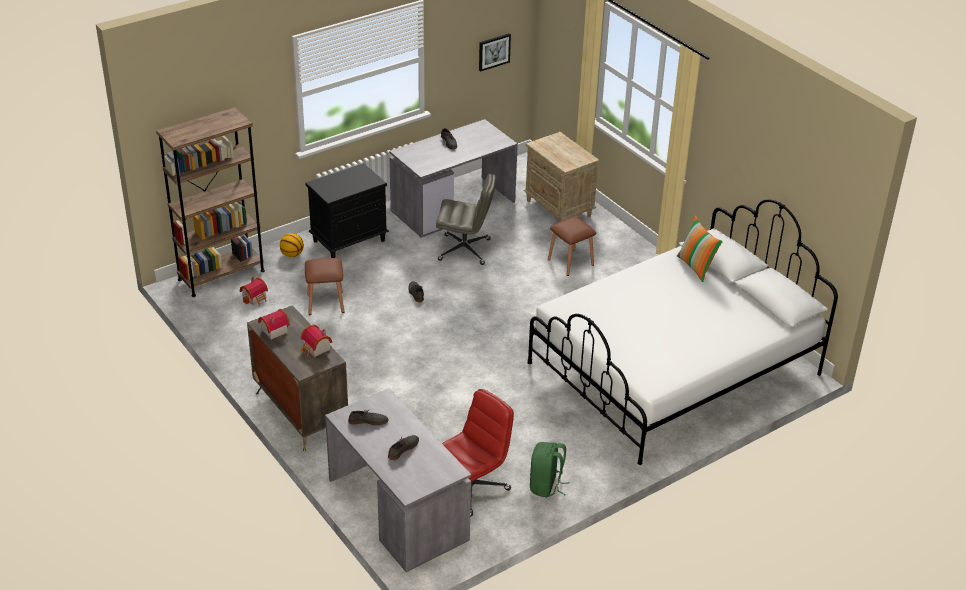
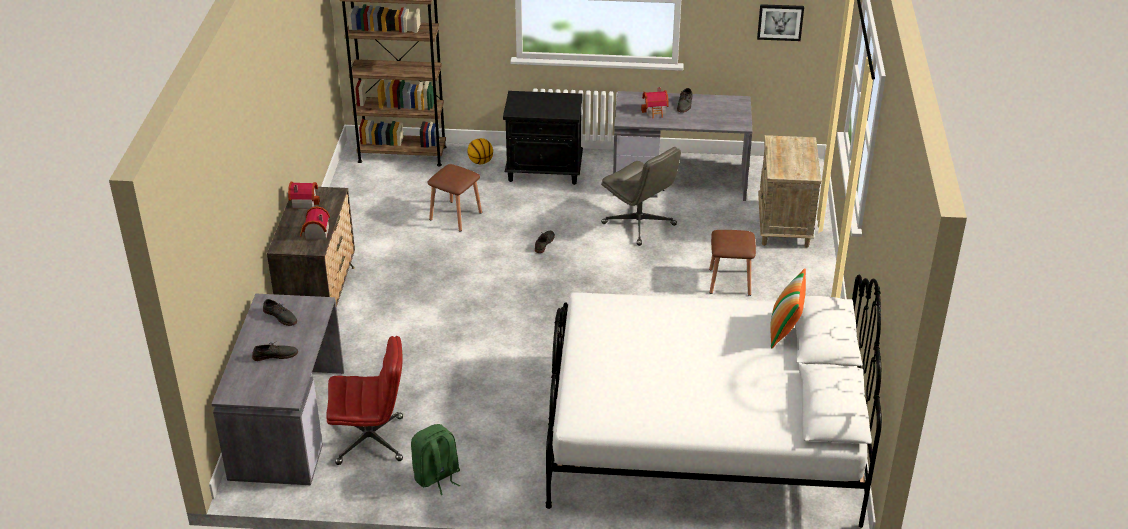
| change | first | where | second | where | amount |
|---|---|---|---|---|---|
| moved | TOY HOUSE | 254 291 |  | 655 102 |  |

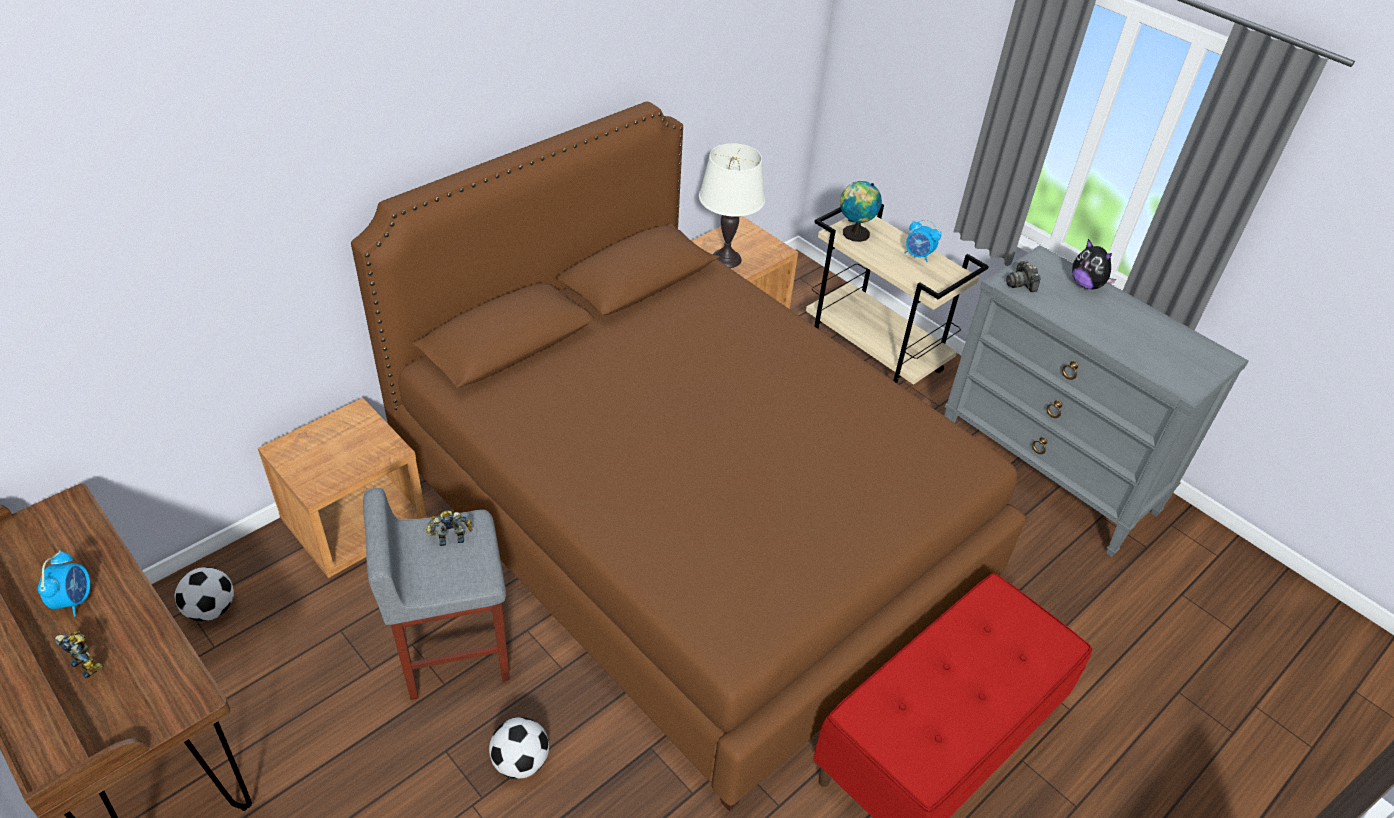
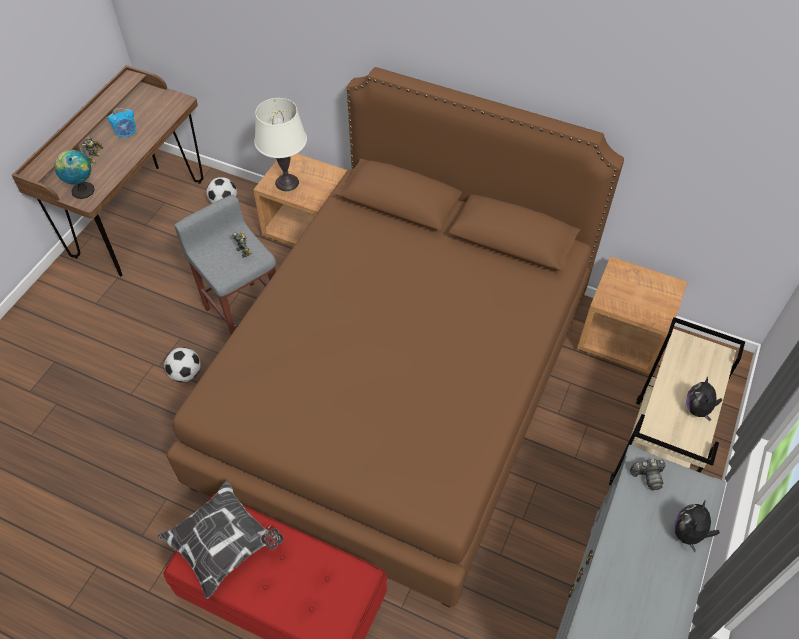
| change | first | where | second | where | amount |
|---|---|---|---|---|---|
| moved | WHITE TABLE LAMP | 732 205 |  | 280 144 |  |
| moved | GLOBE | 861 211 |  | 75 174 |  |
| replaced | ALARM CLOCK | 923 241 | PLUSH TOY | 704 399 |  |
| turned | PHOTO CAMERA | 1023 276 |  | 647 474 | 150 degrees counterclockwise |
| added |  |  | PILLOW | 220 540 |  |

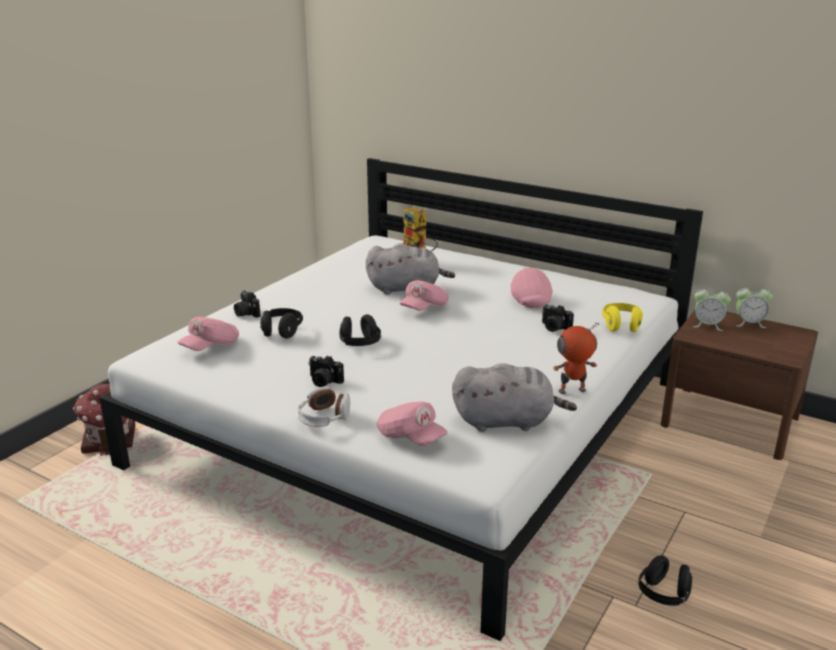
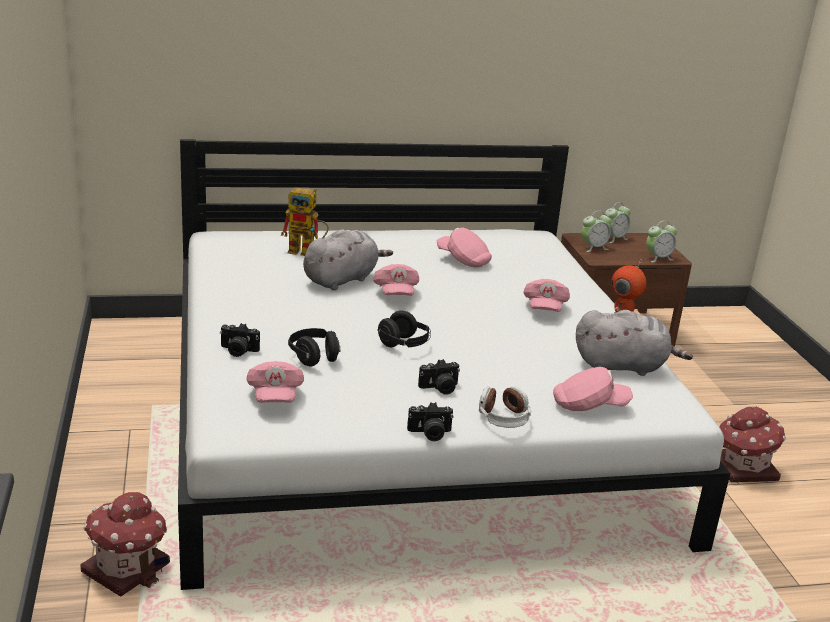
| change | first | where | second | where | amount |
|---|---|---|---|---|---|
| removed | YELLOW HEADPHONES | 622 317 |  |  |  |
| moved | PHOTO CAMERA | 558 318 |  | 430 421 |  |
| turned | GREY PLUSH TOY | 514 397 |  | 634 343 | 45 degrees clockwise |
| replaced | BLACK HEADPHONES | 665 580 | TOY HOUSE | 752 444 |  |
| added |  |  | ALARM CLOCK | 661 241 |  |
| added |  |  | PINK CAP | 546 295 |  |

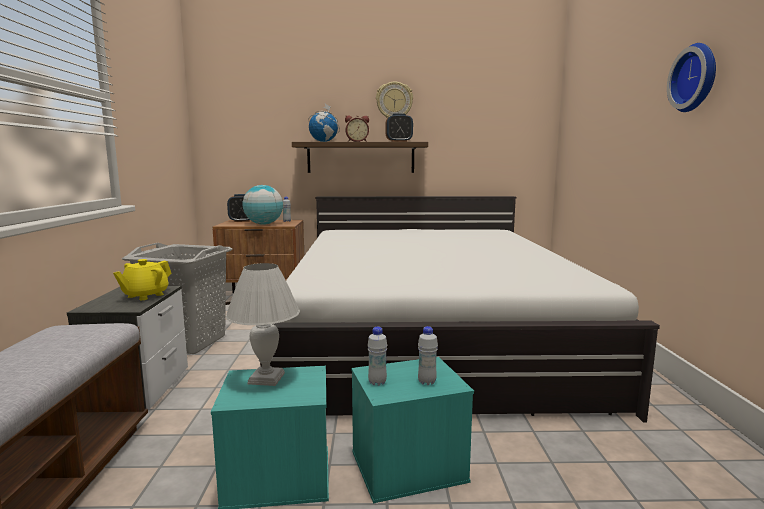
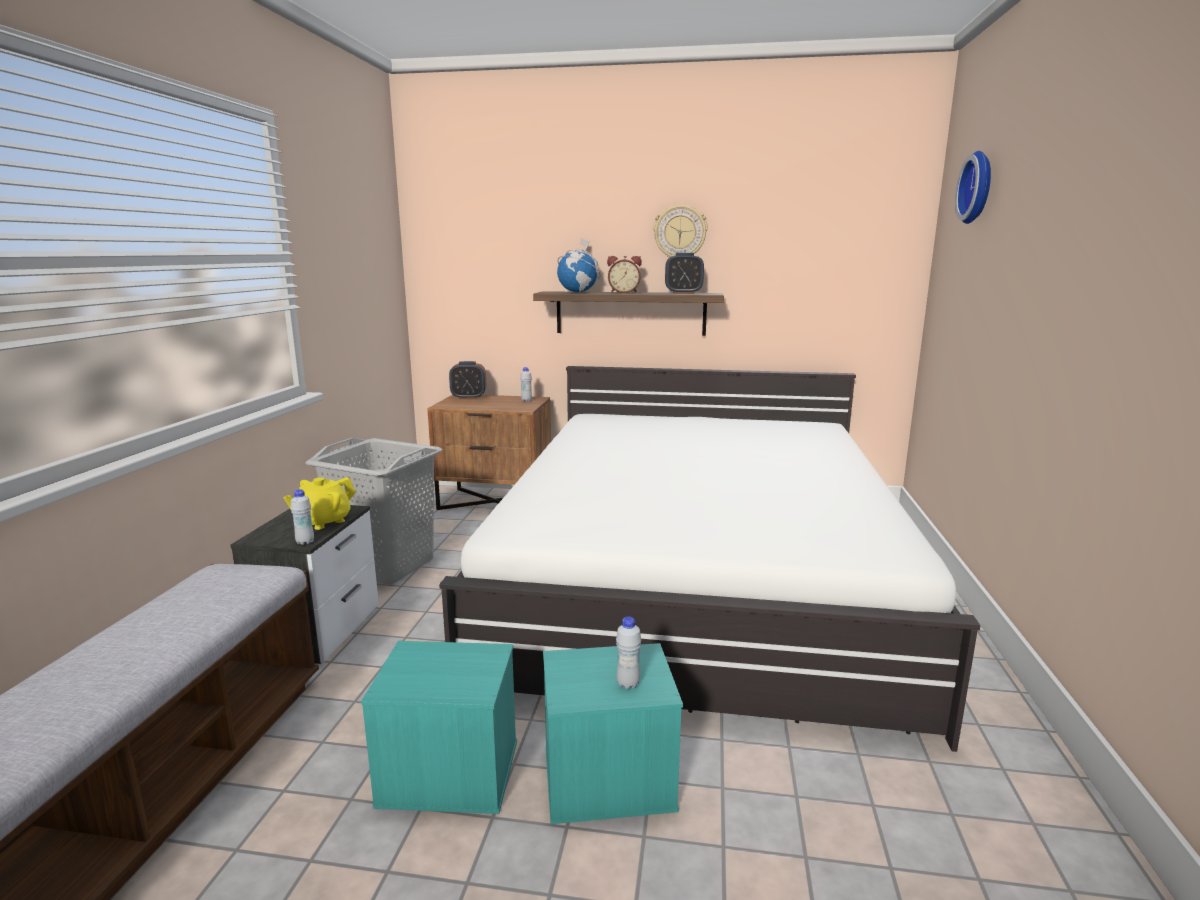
| change | first | where | second | where | amount |
|---|---|---|---|---|---|
| moved | WALL CLOCK | 691 77 |  | 973 187 |  |
| removed | GLOBE | 262 205 |  |  |  |
| removed | WHITE TABLE LAMP | 263 324 |  |  |  |
| moved | WHITE BOTTLE | 377 356 |  | 302 517 |  |

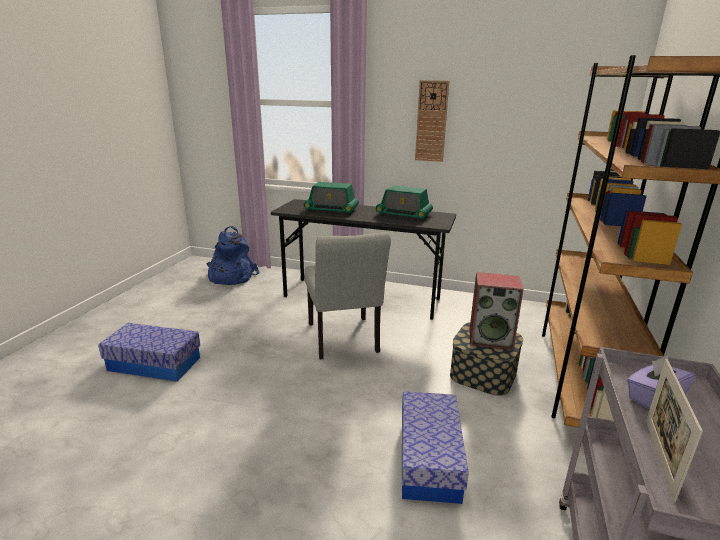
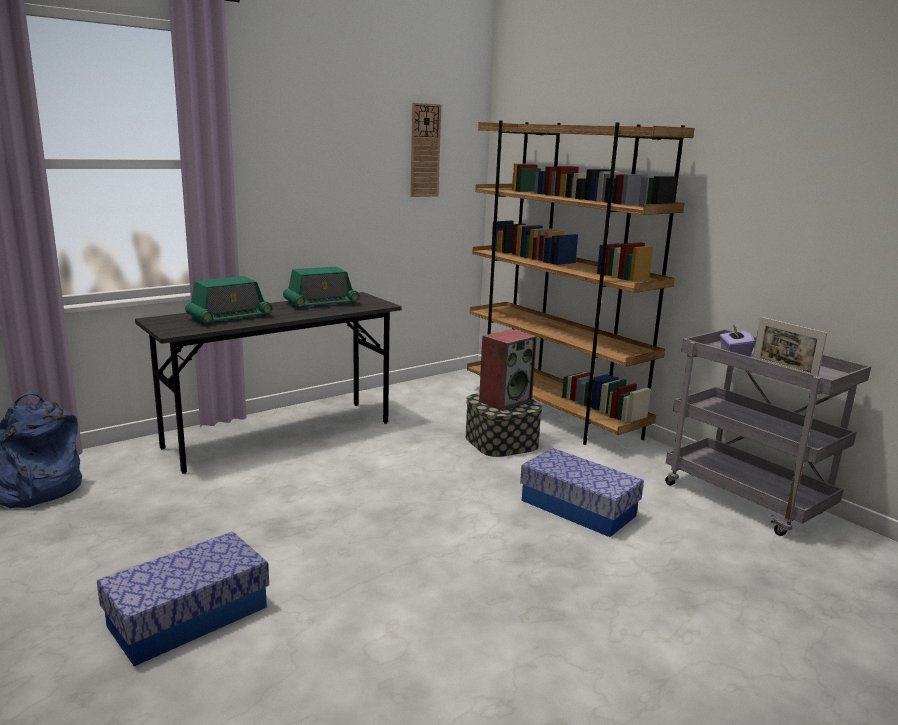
| change | first | where | second | where | amount |
|---|---|---|---|---|---|
| moved | WALL CLOCK | 432 121 |  | 425 150 |  |
| removed | GREY CHAIR | 347 295 |  |  |  |

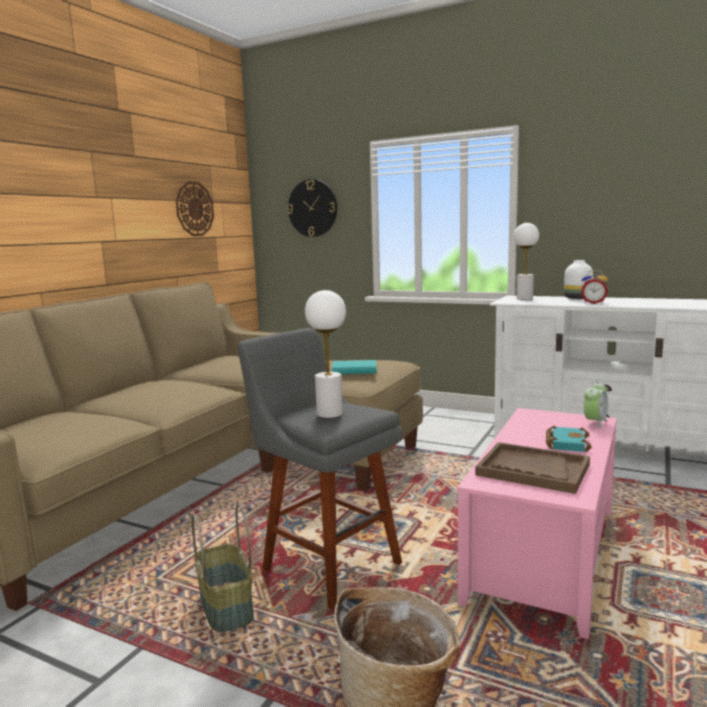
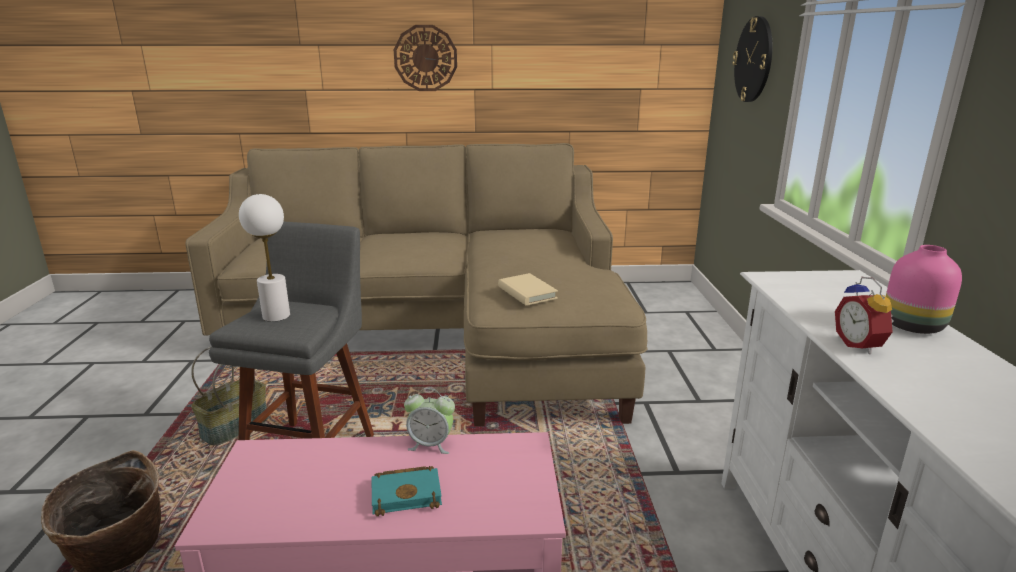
| change | first | where | second | where | amount |
|---|---|---|---|---|---|
| moved | WALL CLOCK | 195 208 |  | 425 58 |  |
| removed | WHITE TABLE LAMP | 526 261 |  |  |  |
| recoloured | WHITE VASE | 578 279 | PINK VASE | 924 289 |  |
| recoloured | TURQUOISE BOOK | 354 367 | BEIGE BOOK | 528 289 |  |
| moved | ALARM CLOCK | 596 404 |  | 429 421 |  |
| removed | BROWN TRAY | 532 468 |  |  |  |

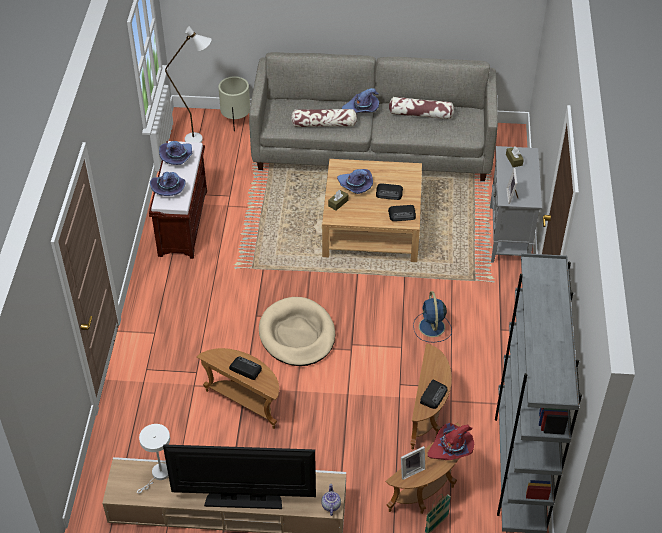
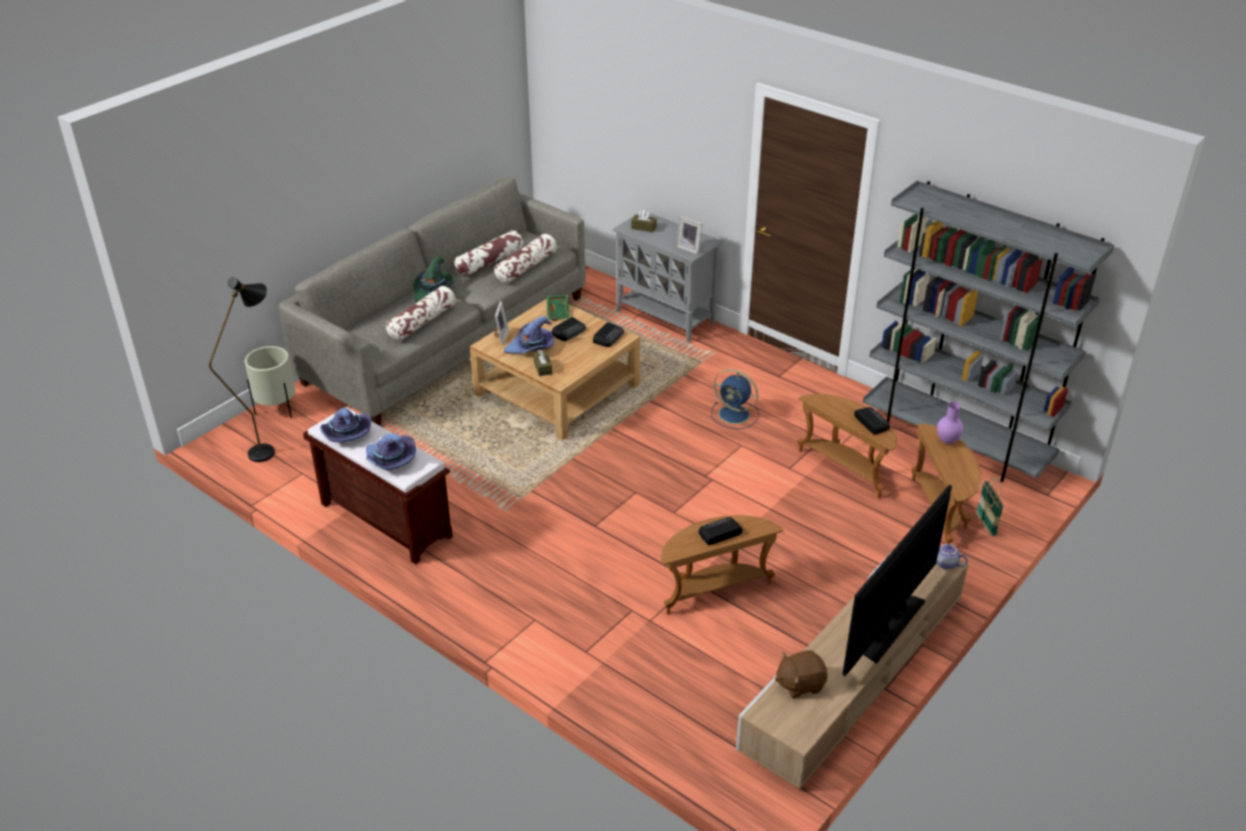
| change | first | where | second | where | amount |
|---|---|---|---|---|---|
| recoloured | WHITE FLOOR LAMP | 188 84 | BLACK FLOOR LAMP | 242 369 |  |
| recoloured | PURPLE HAT | 360 100 | GREEN HAT | 434 279 |  |
| removed | BEIGE DOG BED | 297 331 |  |  |  |
| replaced | RED HAT | 451 441 | PURPLE VASE | 950 423 |  |
| replaced | WHITE TABLE LAMP | 153 458 | BROWN PLUSH TOY | 801 674 |  |
| moved | PICTURE FRAME | 413 463 |  | 502 323 |  |
| added |  |  | PILLOW | 525 258 |  |
| added |  |  | GREEN TRAY | 558 308 |  |

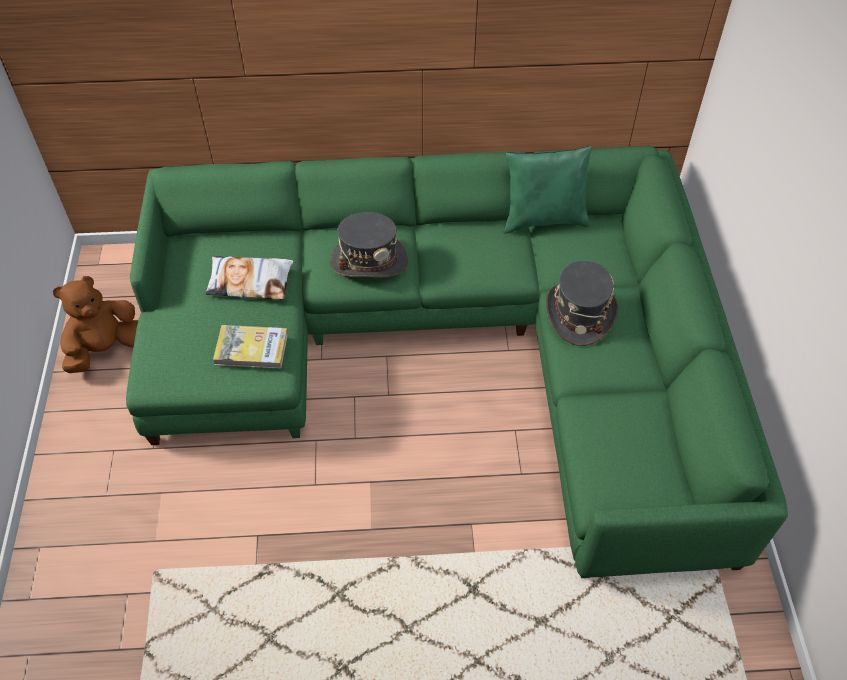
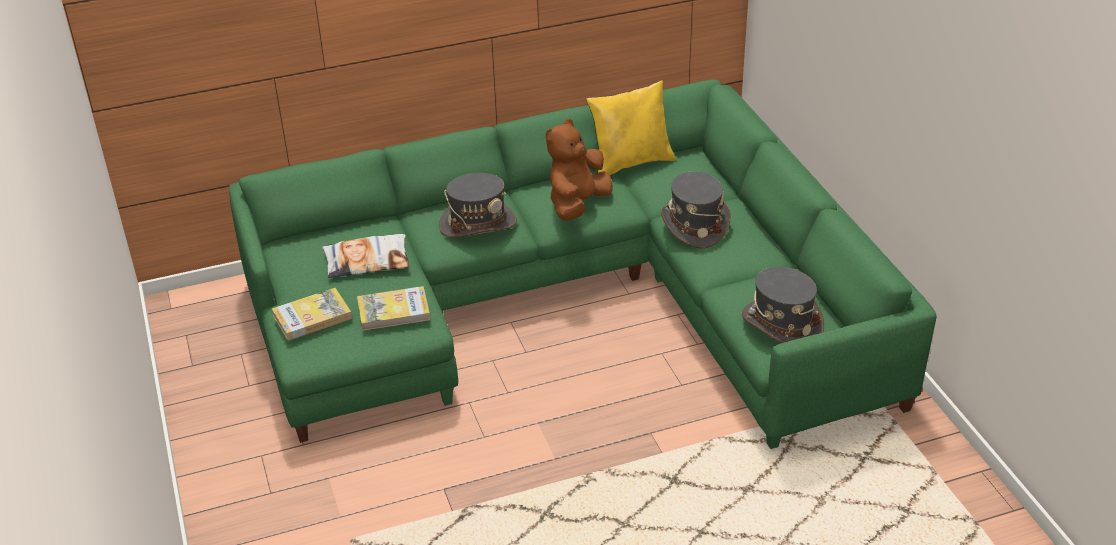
| change | first | where | second | where | amount |
|---|---|---|---|---|---|
| recoloured | GREEN PILLOW | 548 190 | YELLOW PILLOW | 631 127 |  |
| moved | BROWN PLUSH TOY | 95 324 |  | 579 169 |  |
| added |  |  | GREY HAT | 782 305 |  |
| added |  |  | BOOK | 312 314 |  |

